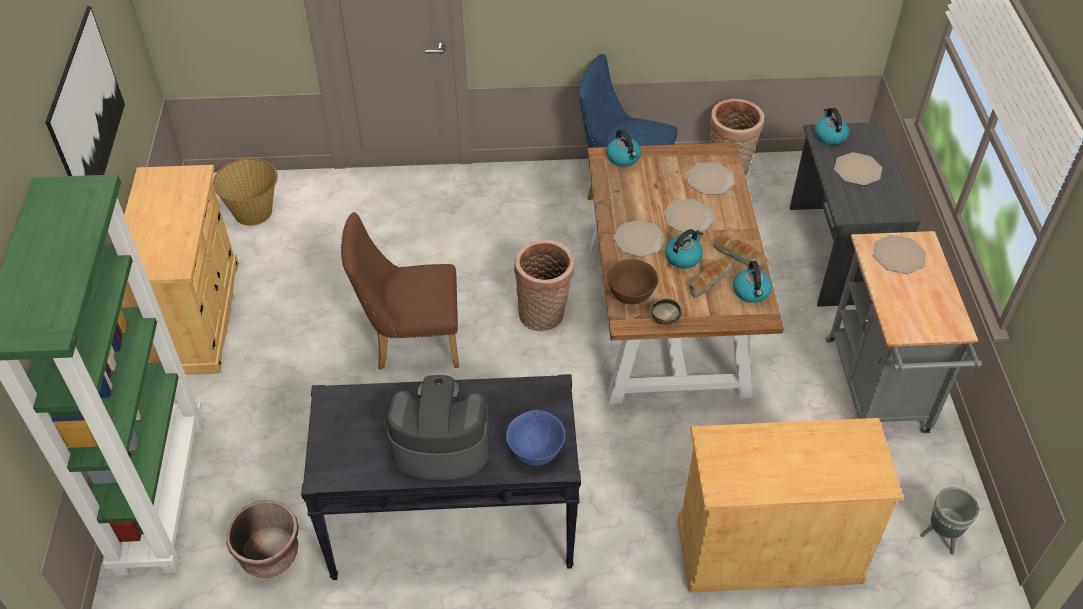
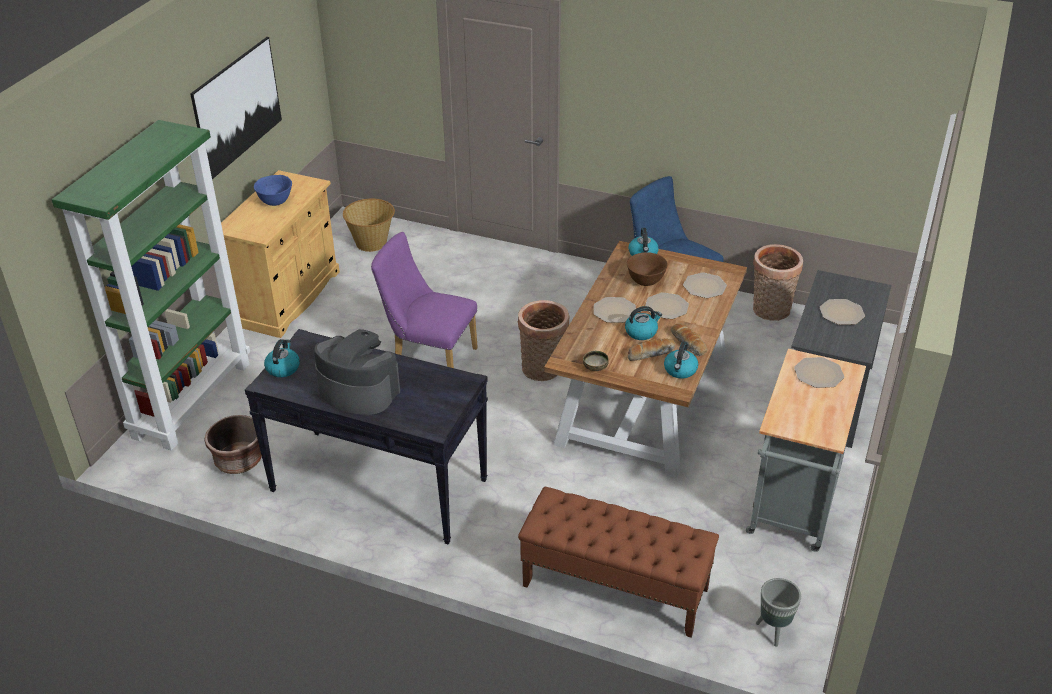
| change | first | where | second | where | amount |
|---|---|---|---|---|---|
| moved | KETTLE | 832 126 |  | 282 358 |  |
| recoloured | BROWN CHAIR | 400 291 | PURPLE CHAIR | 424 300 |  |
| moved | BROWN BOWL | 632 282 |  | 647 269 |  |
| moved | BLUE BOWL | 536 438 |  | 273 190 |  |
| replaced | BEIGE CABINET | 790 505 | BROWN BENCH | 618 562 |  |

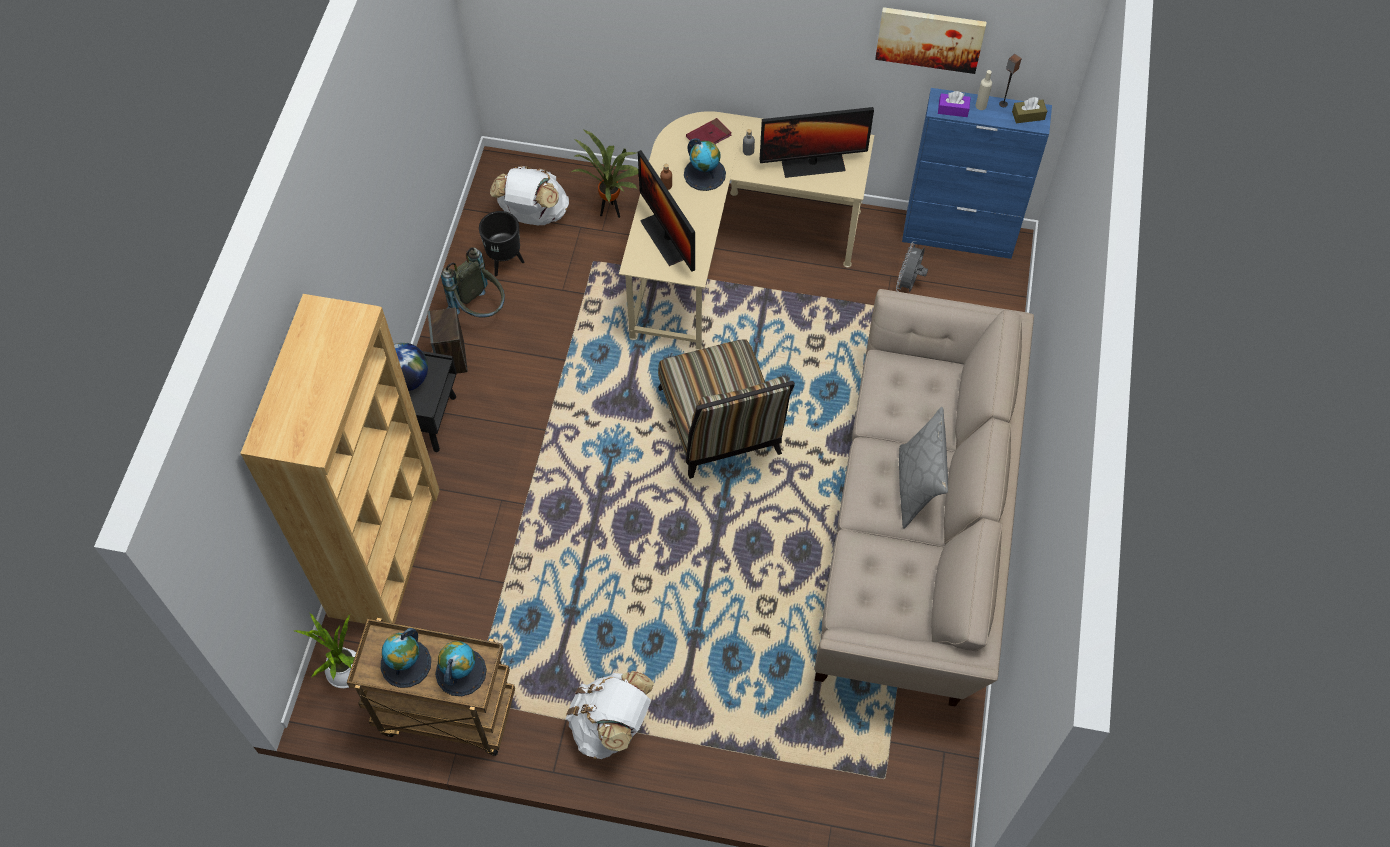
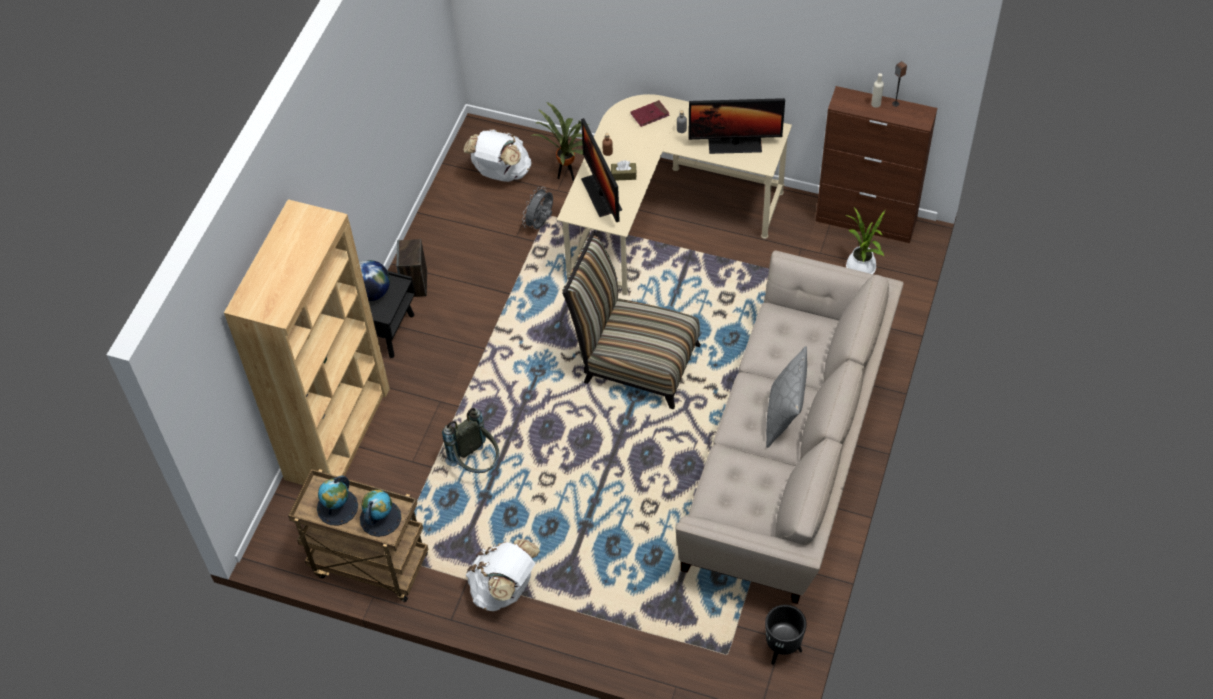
| change | first | where | second | where | amount |
|---|---|---|---|---|---|
| removed | PICTURE | 931 40 |  |  |  |
| recoloured | BLUE CABINET | 977 173 | BROWN CABINET | 876 164 |  |
| removed | PURPLE TISSUE BOX | 954 104 |  |  |  |
| moved | BROWN TISSUE BOX | 1029 110 |  | 624 170 |  |
| removed | GLOBE | 705 164 |  |  |  |
| moved | BLACK PLANTER | 501 243 |  | 786 635 |  |
| moved | GREY FAN | 912 266 |  | 537 208 |  |
| moved | GREY BACKPACK | 473 282 |  | 470 440 |  |
| turned | CHAIR | 726 409 |  | 631 320 | 120 degrees clockwise |
| moved | POTTED PLANT | 324 650 |  | 865 241 |  |

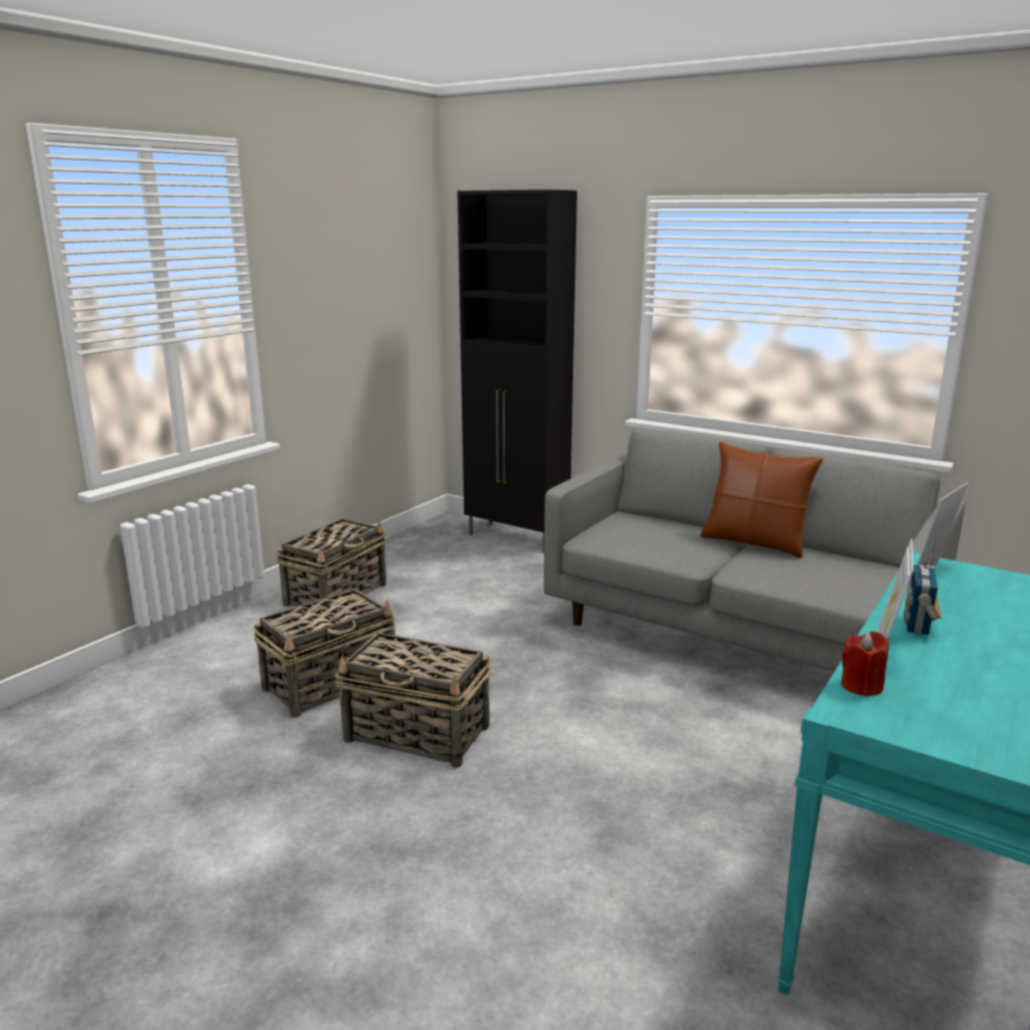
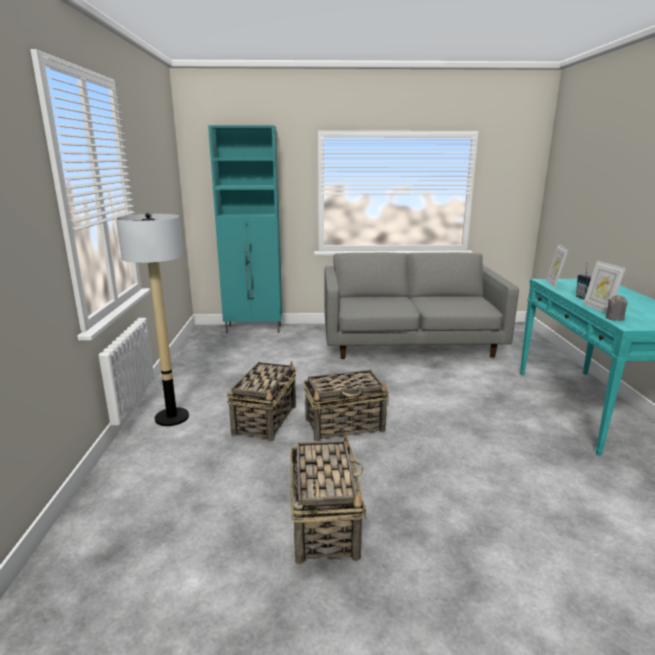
| change | first | where | second | where | amount |
|---|---|---|---|---|---|
| recoloured | BLACK CABINET | 517 371 | TURQUOISE CABINET | 245 229 |  |
| removed | BROWN PILLOW | 761 500 |  |  |  |
| moved | BASKET | 331 562 |  | 328 499 |  |
| recoloured | RED CANDLE | 865 664 | GREY CANDLE | 616 308 |  |
| added |  |  | FLOOR LAMP | 152 319 |  |

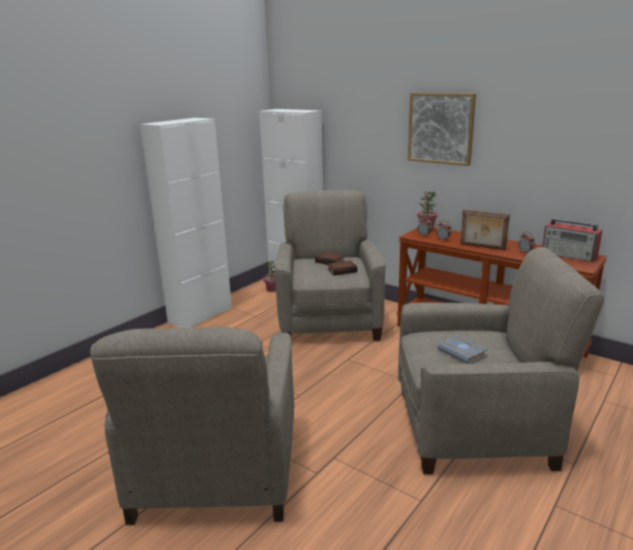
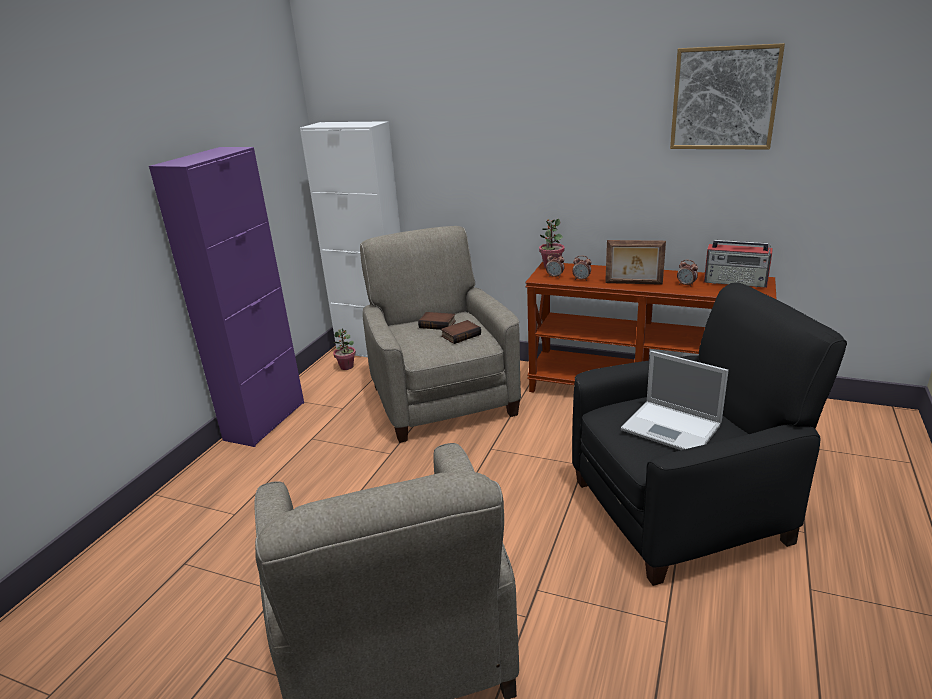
| change | first | where | second | where | amount |
|---|---|---|---|---|---|
| moved | PICTURE | 442 129 |  | 727 96 |  |
| recoloured | WHITE CABINET | 186 223 | PURPLE CABINET | 226 297 |  |
| recoloured | BEIGE ARMCHAIR | 501 360 | BLACK ARMCHAIR | 709 434 |  |
| replaced | GREY BOOK | 462 349 | LAPTOP | 675 400 |  |

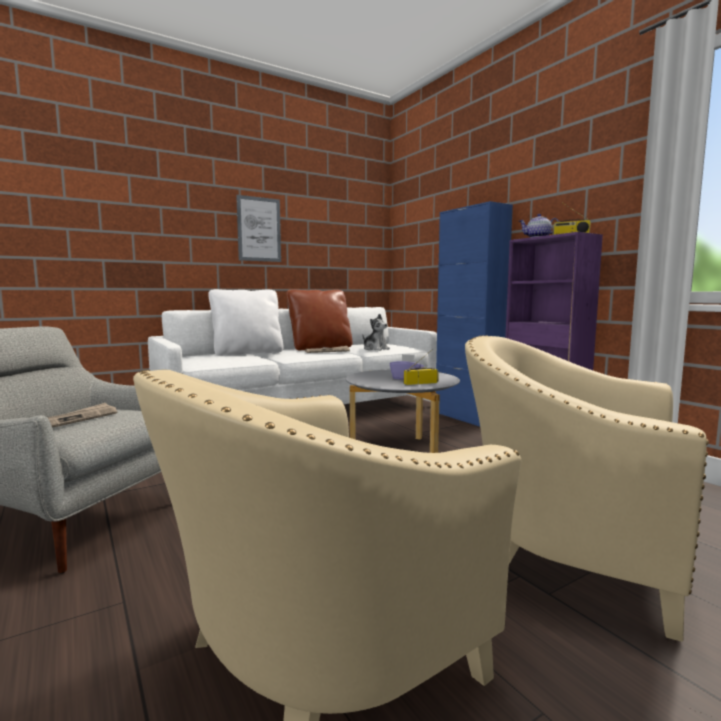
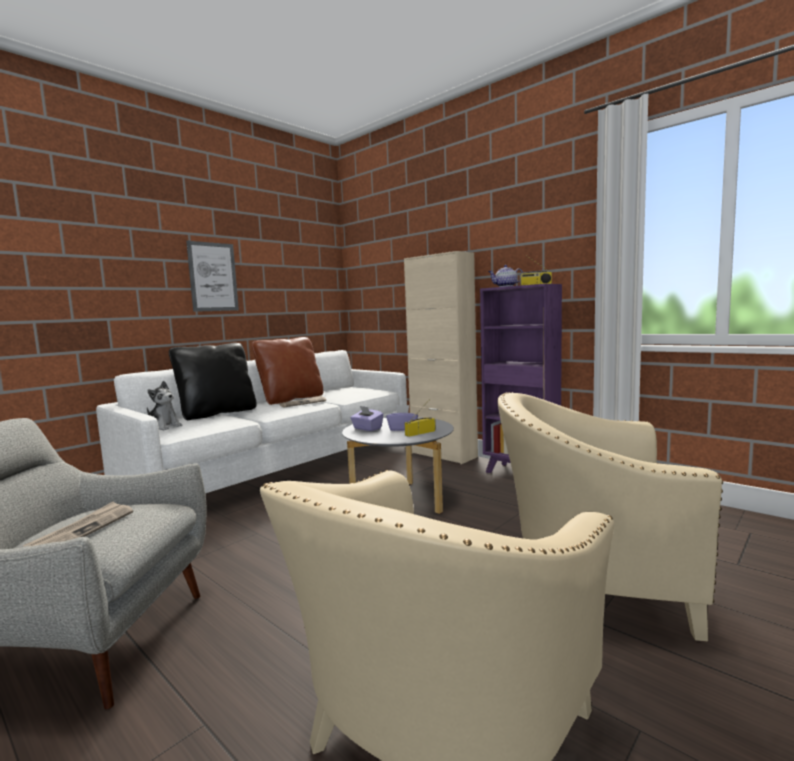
| change | first | where | second | where | amount |
|---|---|---|---|---|---|
| recoloured | BLUE CABINET | 474 314 | BEIGE CABINET | 441 357 |  |
| recoloured | WHITE PILLOW | 246 322 | BLACK PILLOW | 213 381 |  |
| moved | PLUSH TOY | 376 332 |  | 165 405 |  |
| added |  |  | PURPLE TISSUE BOX | 367 418 |  |

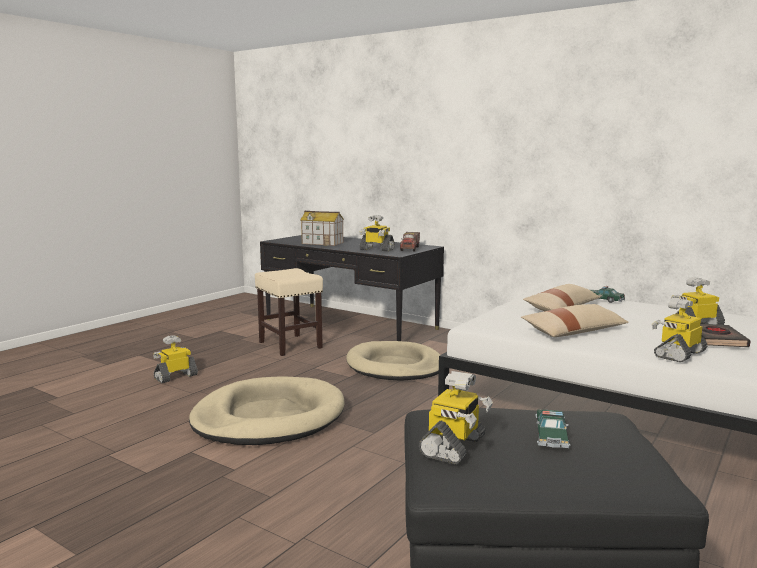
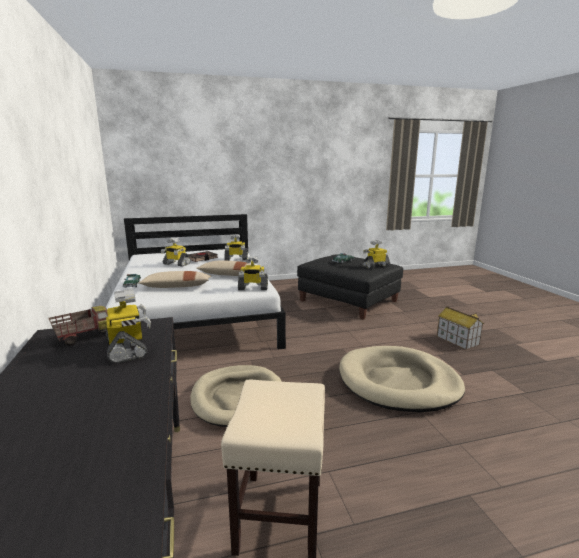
| change | first | where | second | where | amount |
|---|---|---|---|---|---|
| moved | TOY HOUSE | 322 228 |  | 460 328 |  |
| moved | TOY ROBOT | 175 359 |  | 253 273 |  |

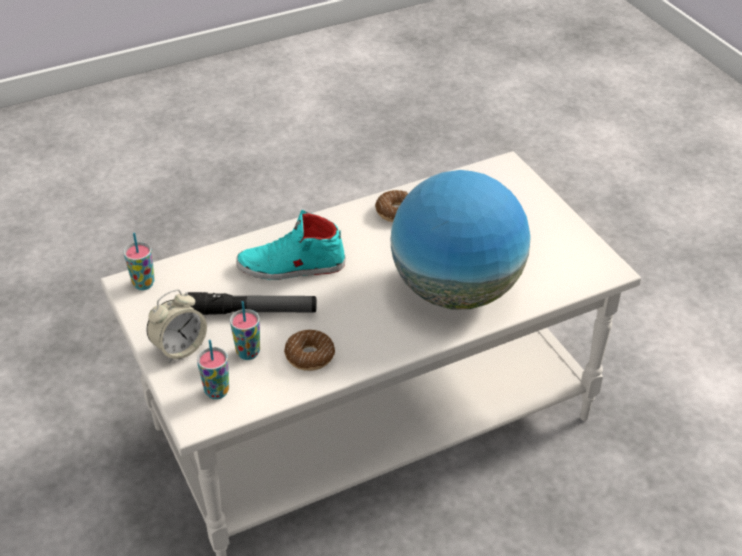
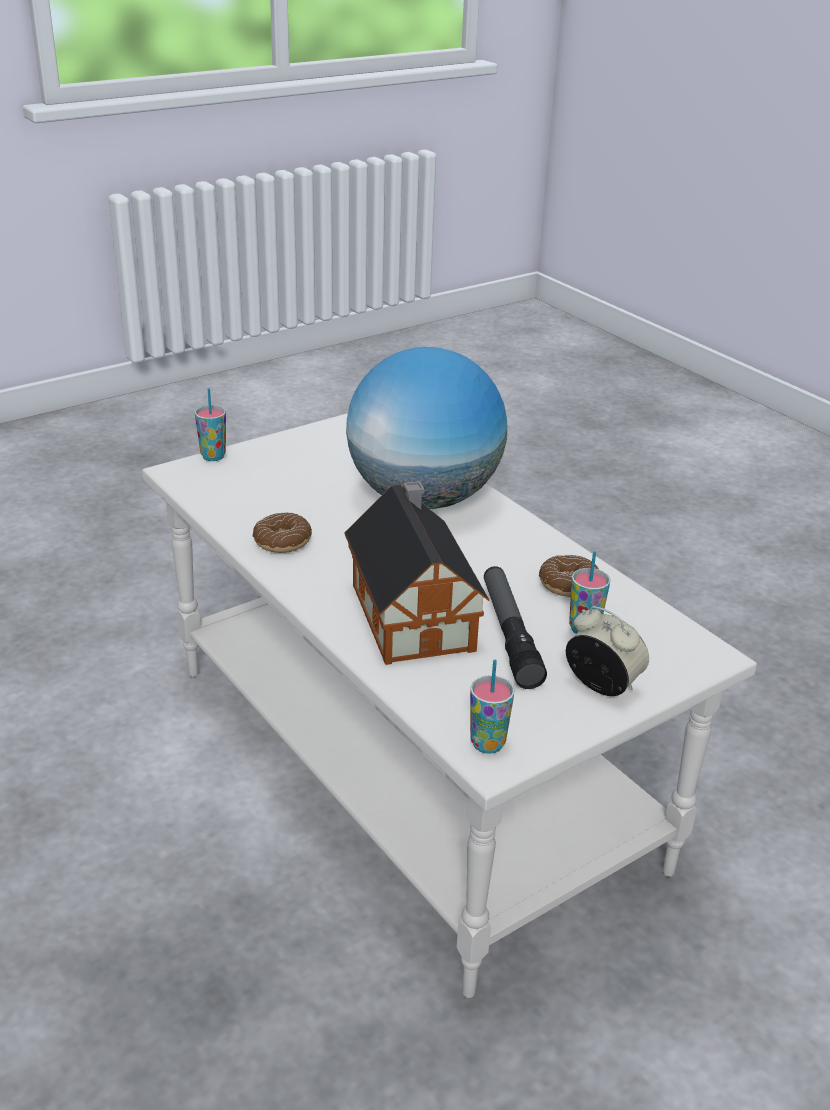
| change | first | where | second | where | amount |
|---|---|---|---|---|---|
| replaced | TURQUOISE SHOE | 290 245 | TOY HOUSE | 416 573 |  |
| moved | CUP | 213 369 |  | 210 424 |  |

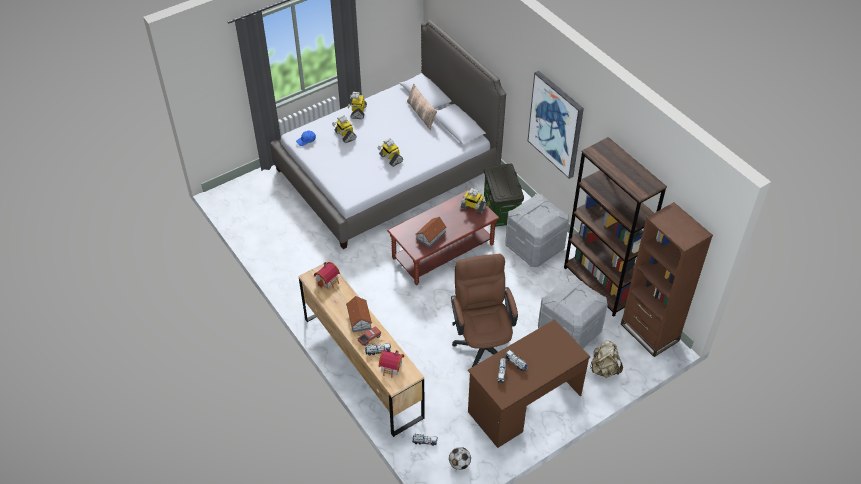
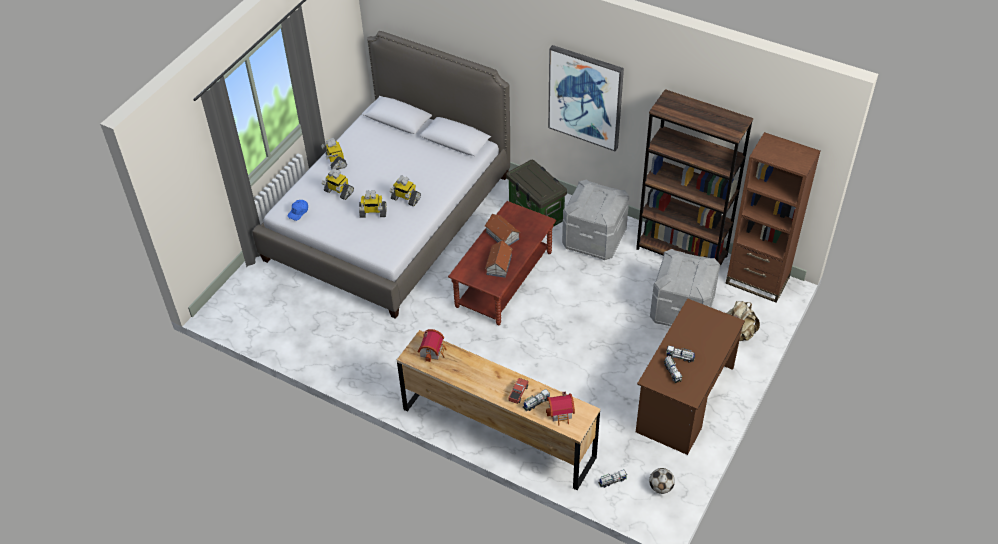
| change | first | where | second | where | amount |
|---|---|---|---|---|---|
| removed | PILLOW | 422 107 |  |  |  |
| moved | TOY ROBOT | 474 201 |  | 373 204 |  |
| removed | BROWN OFFICE CHAIR | 484 310 |  |  |  |
| moved | TOY HOUSE | 359 314 |  | 502 230 |  |

